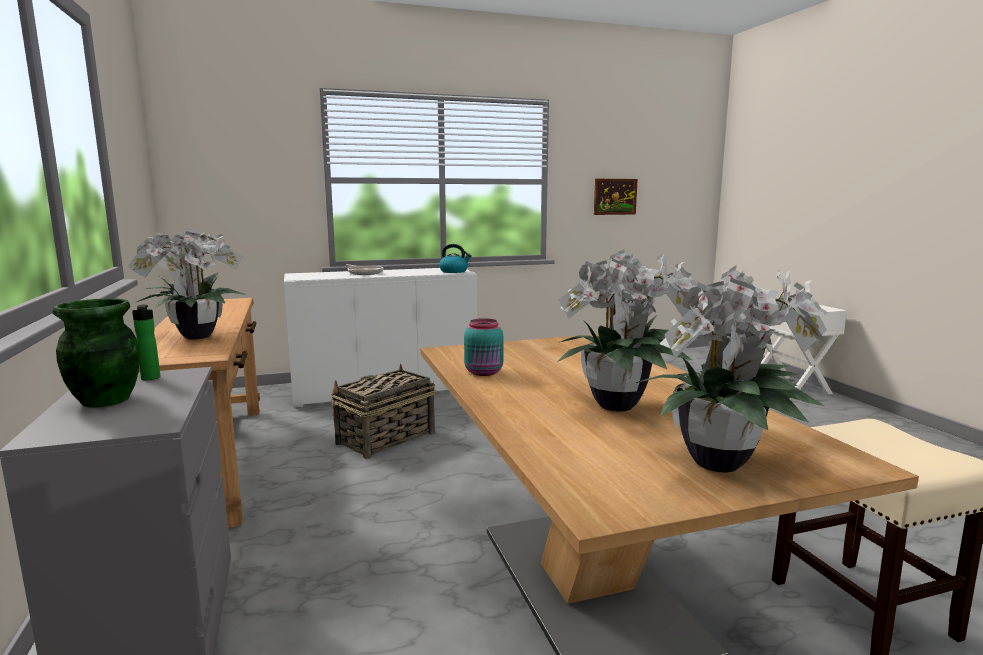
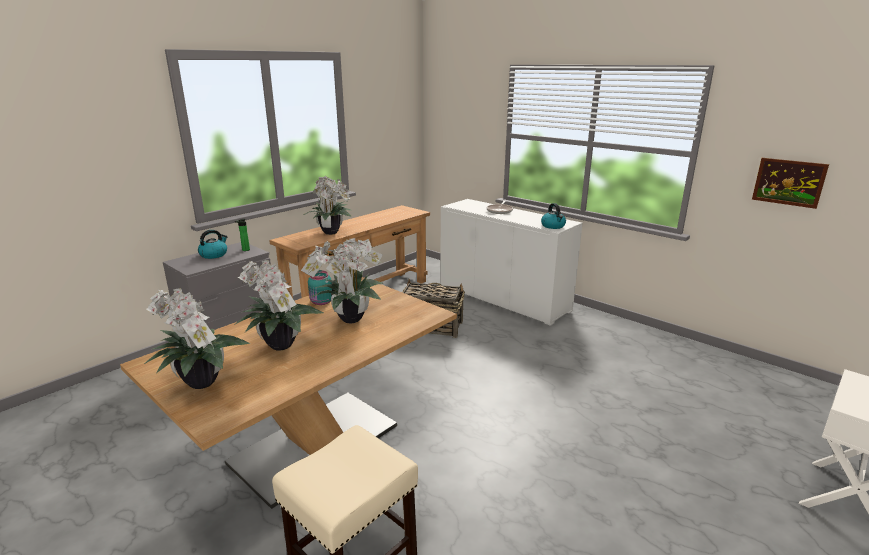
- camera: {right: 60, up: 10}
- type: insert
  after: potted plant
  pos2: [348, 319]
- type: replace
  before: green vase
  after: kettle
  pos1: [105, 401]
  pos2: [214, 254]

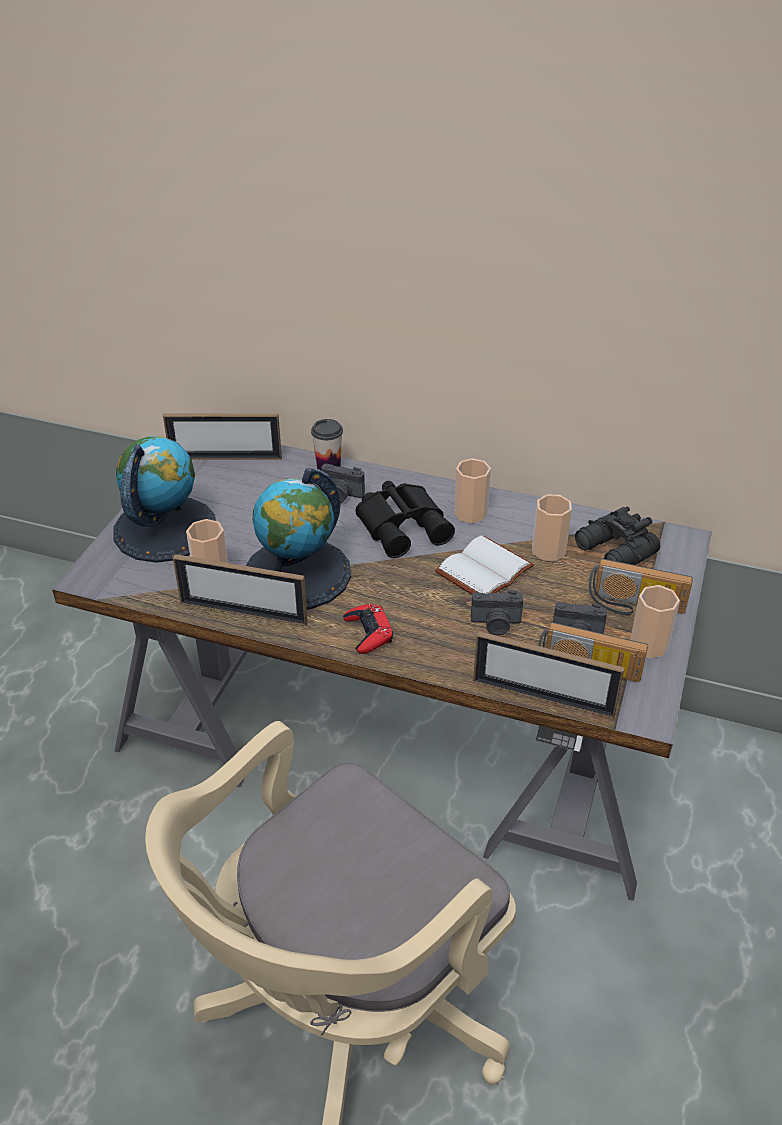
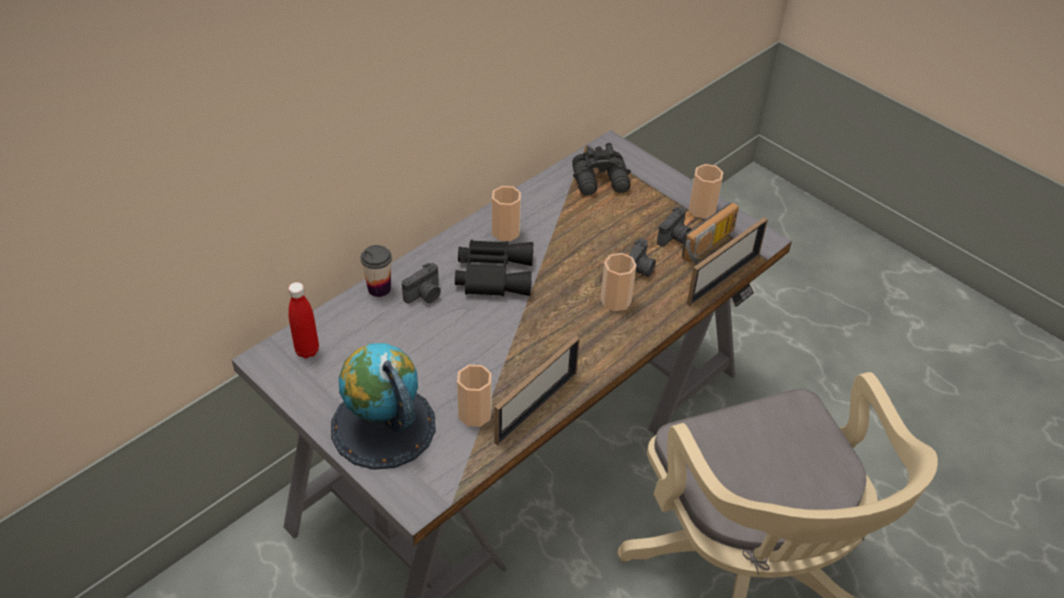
- camera: {right: -65, up: 5}
- type: delete
  before: globe
  pos1: [297, 574]
- type: delete
  before: red game controller
  pos1: [368, 633]
- type: delete
  before: white book
  pos1: [485, 572]
- type: delete
  before: radio
  pos1: [634, 606]
- type: move
  before: cup
  pos1: [548, 550]
  pos2: [615, 300]
- type: replace
  before: picture frame
  after: red bottle
  pos1: [226, 458]
  pos2: [307, 351]

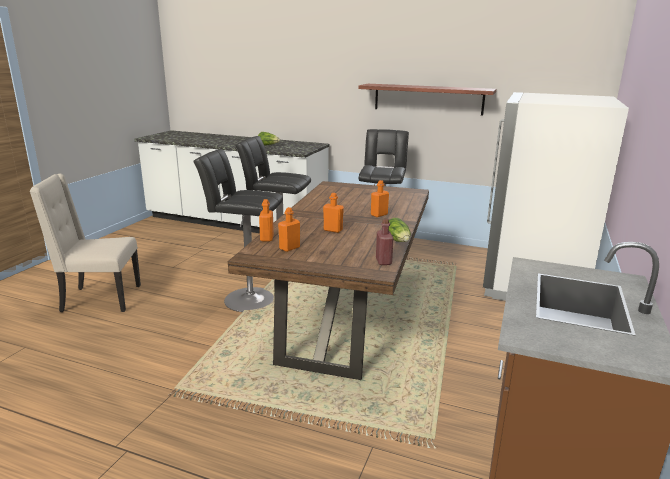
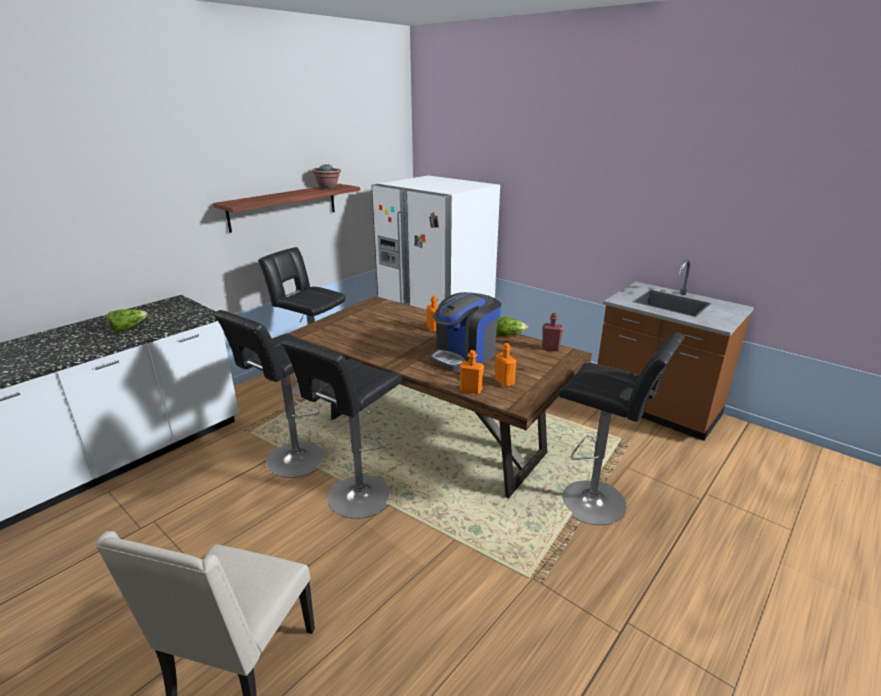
- camera: {right: -70, up: 5}
- type: insert
  after: potted plant
  pos2: [328, 187]
- type: insert
  after: black stool
  pos2: [597, 502]
- type: replace
  before: orange bottle
  after: coffee machine
  pos1: [333, 230]
  pos2: [464, 355]

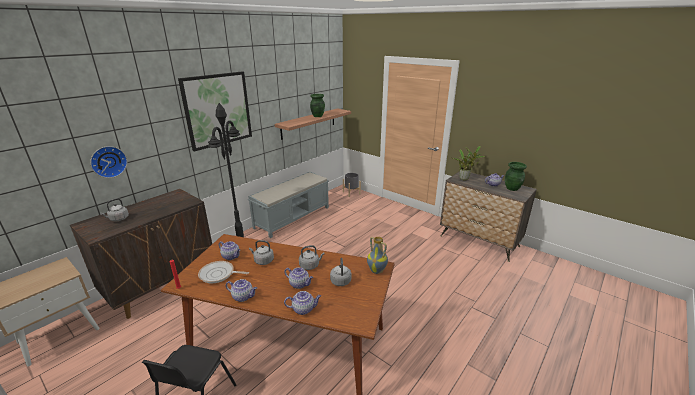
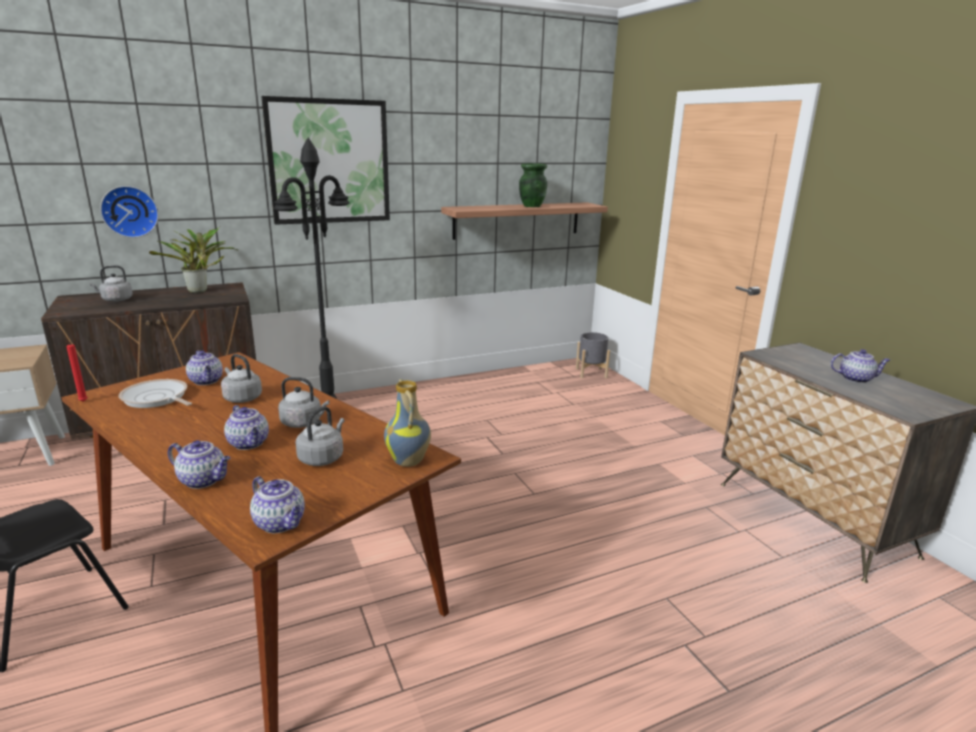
- camera: {right: 25, up: -5}
- type: delete
  before: grey bench
  pos1: [293, 217]
- type: delete
  before: green vase
  pos1: [512, 188]
- type: move
  before: teapot
  pos1: [243, 297]
  pos2: [281, 523]
- type: move
  before: potted plant
  pos1: [465, 178]
  pos2: [200, 291]

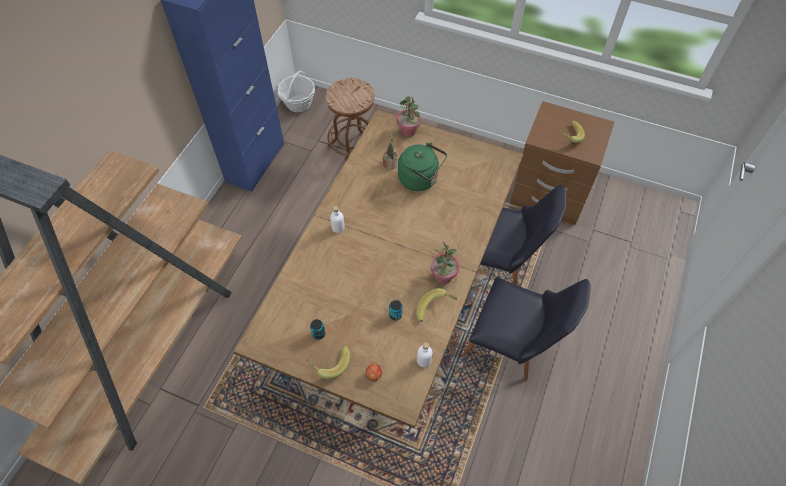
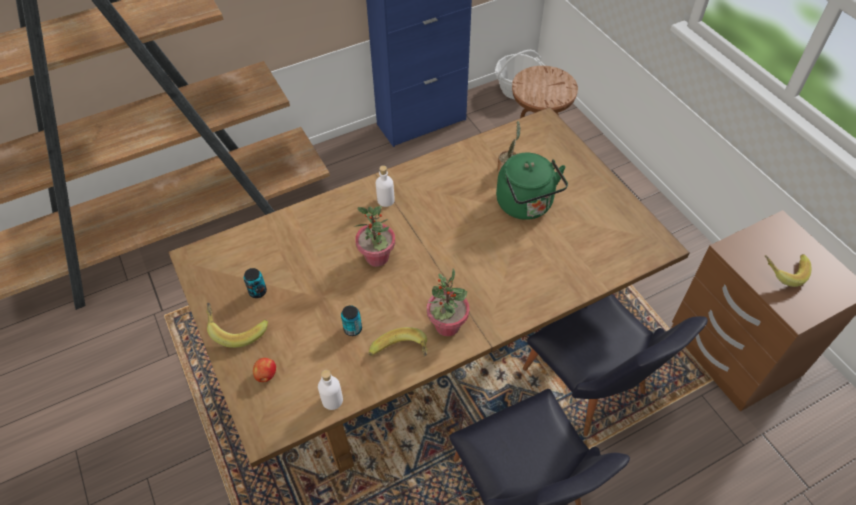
- camera: {right: 40, up: -5}
- type: move
  before: potted plant
  pos1: [408, 131]
  pos2: [377, 257]

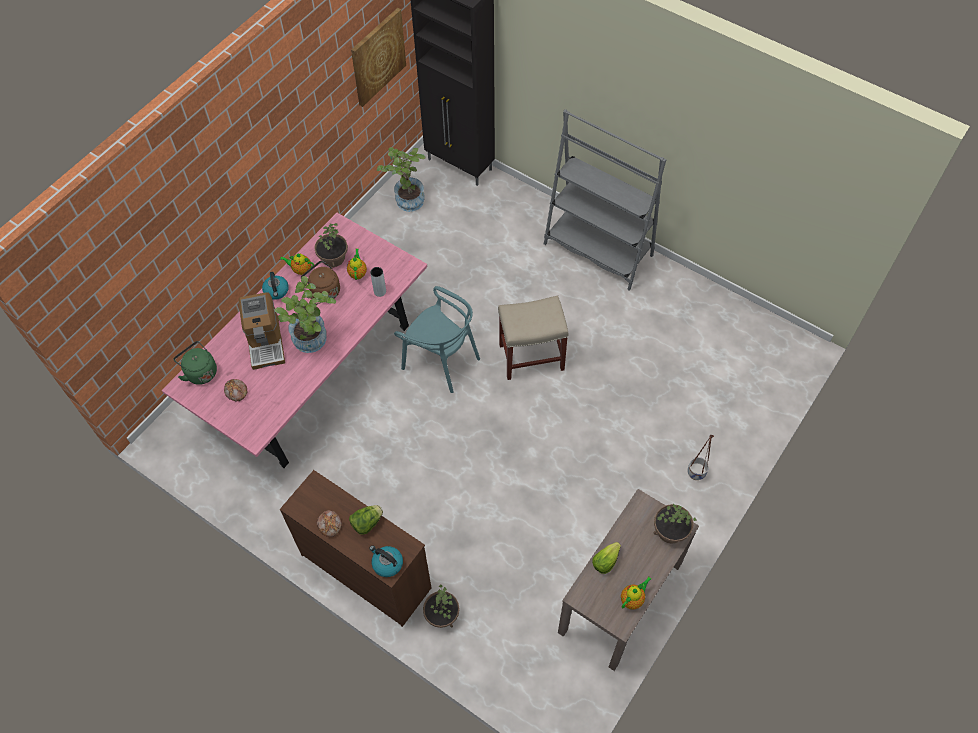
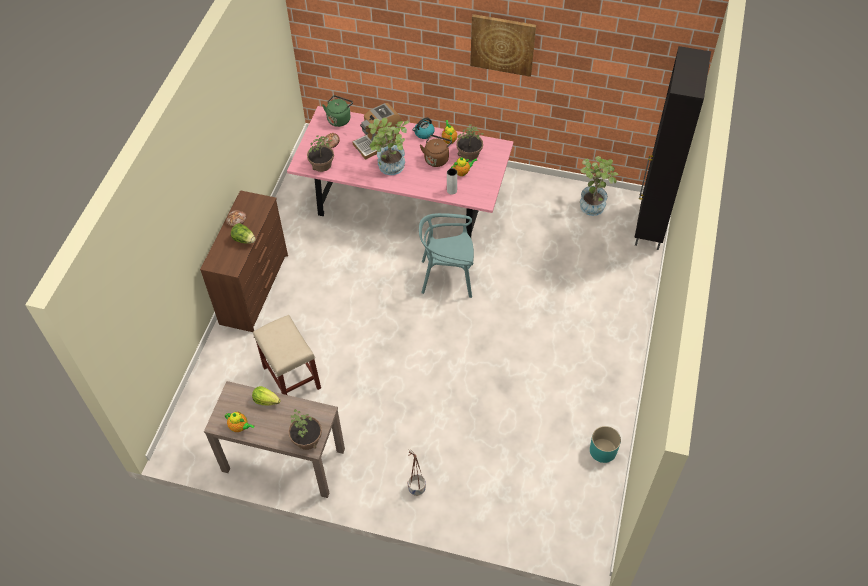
- camera: {right: 70, up: -5}
- type: delete
  before: kettle
  pos1: [387, 563]
- type: delete
  before: grey bookcase
  pos1: [598, 250]
- type: insert
  after: turquoise planter
  pos2: [603, 450]
- type: move
  before: picture
  pos1: [378, 57]
  pos2: [502, 44]
- type: move
  before: potted plant
  pos1: [441, 615]
  pos2: [321, 164]
- type: move
  before: beige stool
  pos1: [530, 357]
  pos2: [291, 377]
- type: rotate
  before: turquoise chair
  pos1: [441, 361]
  pos2: [447, 277]
  turn: 75

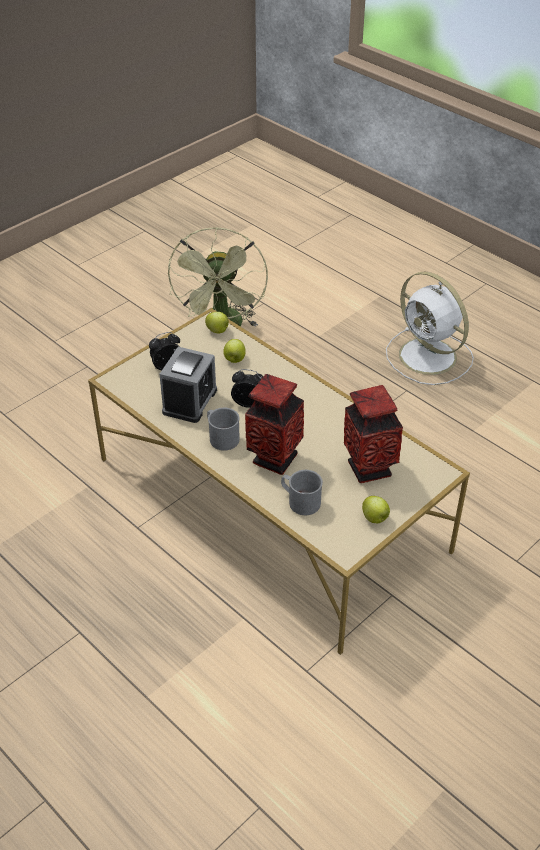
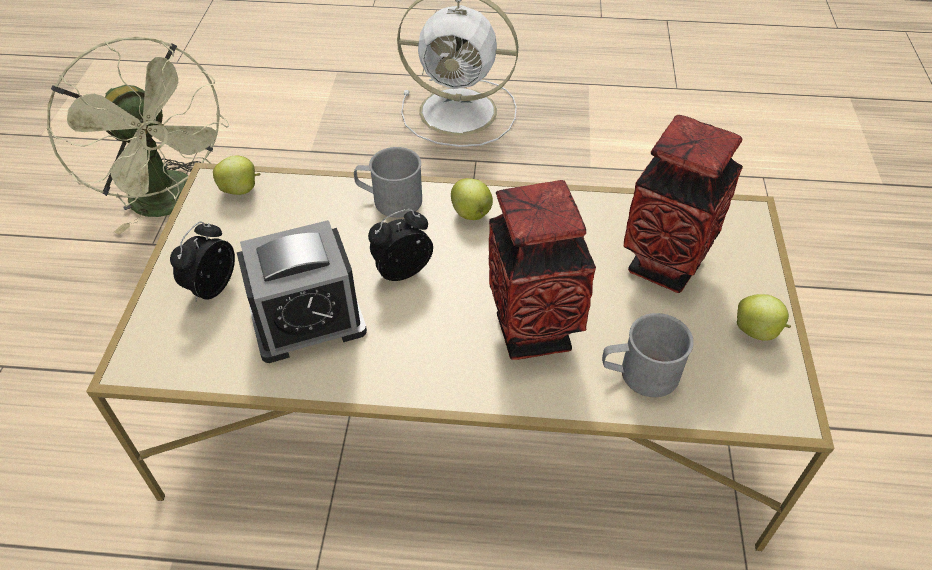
- camera: {right: -40, up: 5}
- type: move
  before: grey mug
  pos1: [221, 437]
  pos2: [390, 200]
- type: move
  before: apple
  pos1: [234, 359]
  pos2: [472, 214]
- type: rotate
  before: alarm clock
  pos1: [190, 401]
  pos2: [308, 321]
  turn: 90

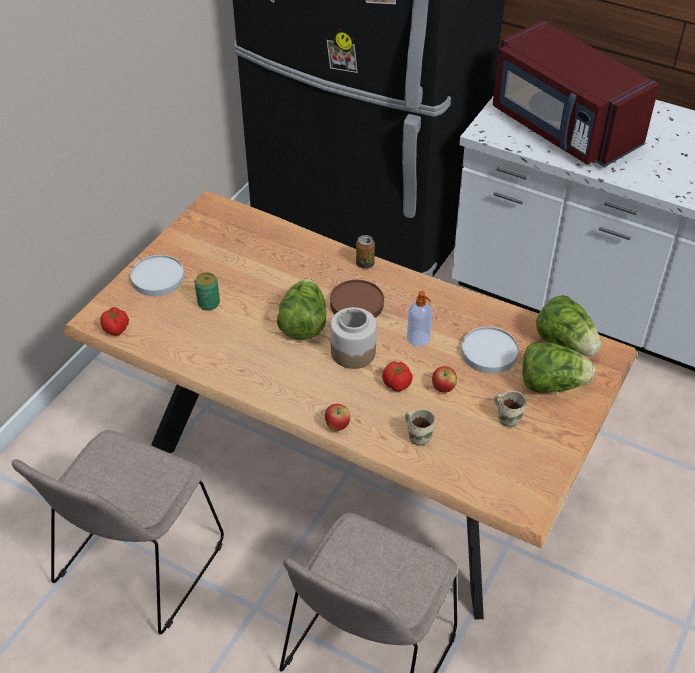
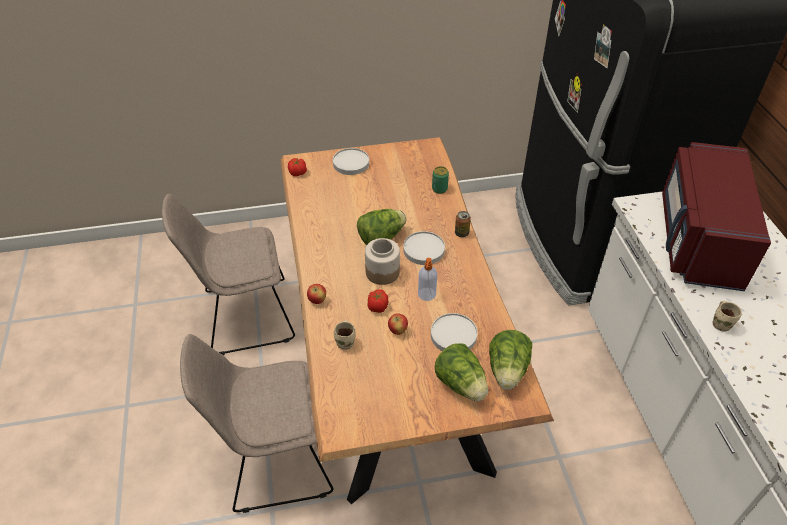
- camera: {right: 50, up: 0}
- type: move
  before: can
  pos1: [209, 303]
  pos2: [439, 189]
- type: move
  before: beige mug
  pos1: [508, 418]
  pos2: [721, 324]
- type: recolor
  before: brown plate
  after: white plate
  pos1: [356, 304]
  pos2: [423, 250]

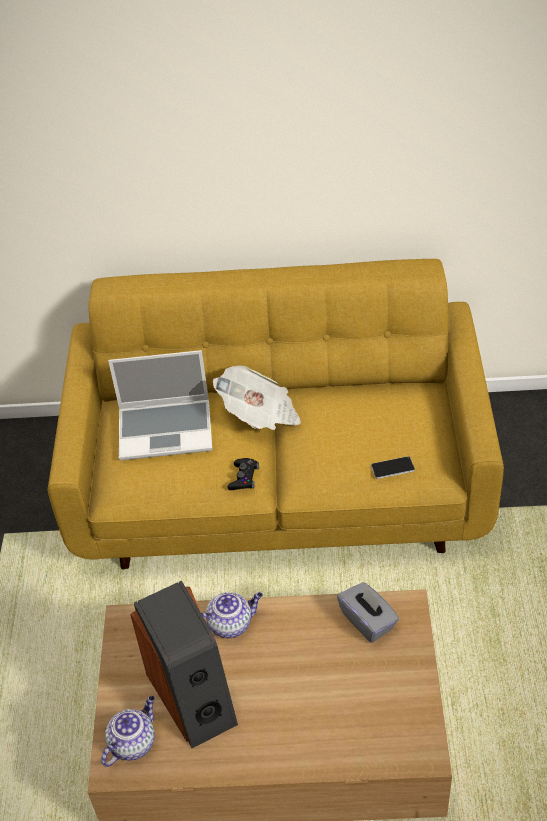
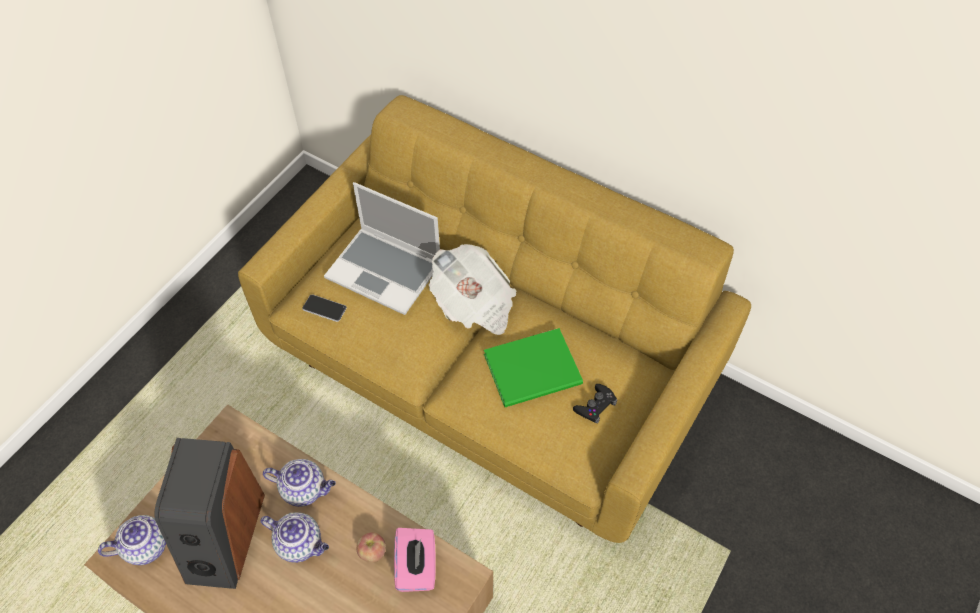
- camera: {right: 30, up: 10}
- type: insert
  after: teapot
  pos2: [301, 543]
- type: insert
  after: apple
  pos2: [372, 552]
- type: insert
  after: green book
  pos2: [535, 370]
- type: move
  before: black game controller
  pos1: [244, 477]
  pos2: [595, 406]
- type: move
  before: phone
  pos1: [392, 468]
  pos2: [324, 308]
- type: recolor
  before: grey tissue box
  after: pink tissue box
  pos1: [368, 621]
  pos2: [416, 567]

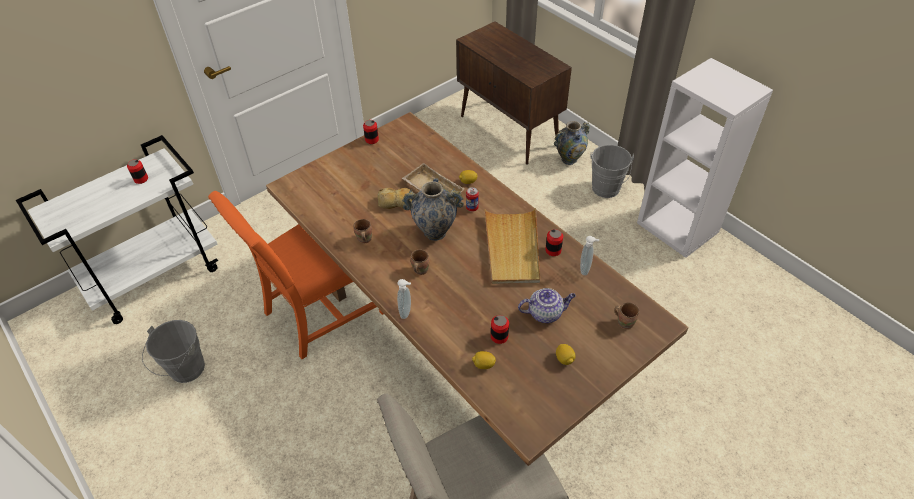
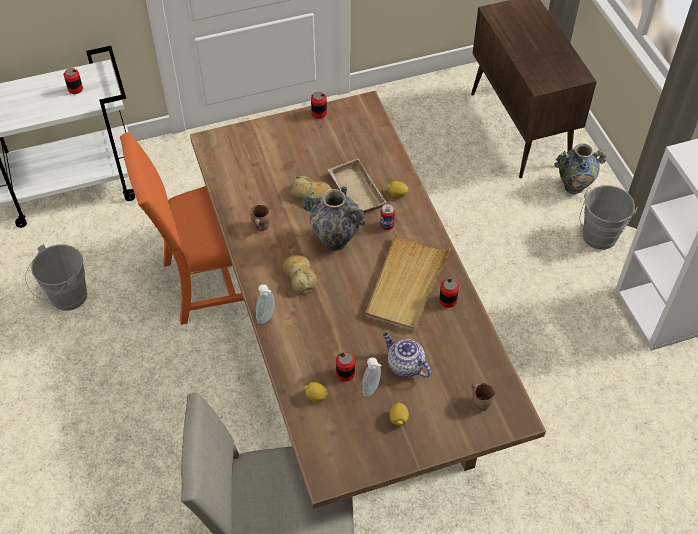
- camera: {right: 20, up: 5}
- type: move
  before: soap dispenser
  pos1: [586, 269]
  pos2: [372, 389]
- type: replace
  before: brown mug
  after: bread
  pos1: [419, 270]
  pos2: [300, 277]
- type: rotate
  before: teapot
  pos1: [545, 313]
  pos2: [404, 365]
  turn: -150

